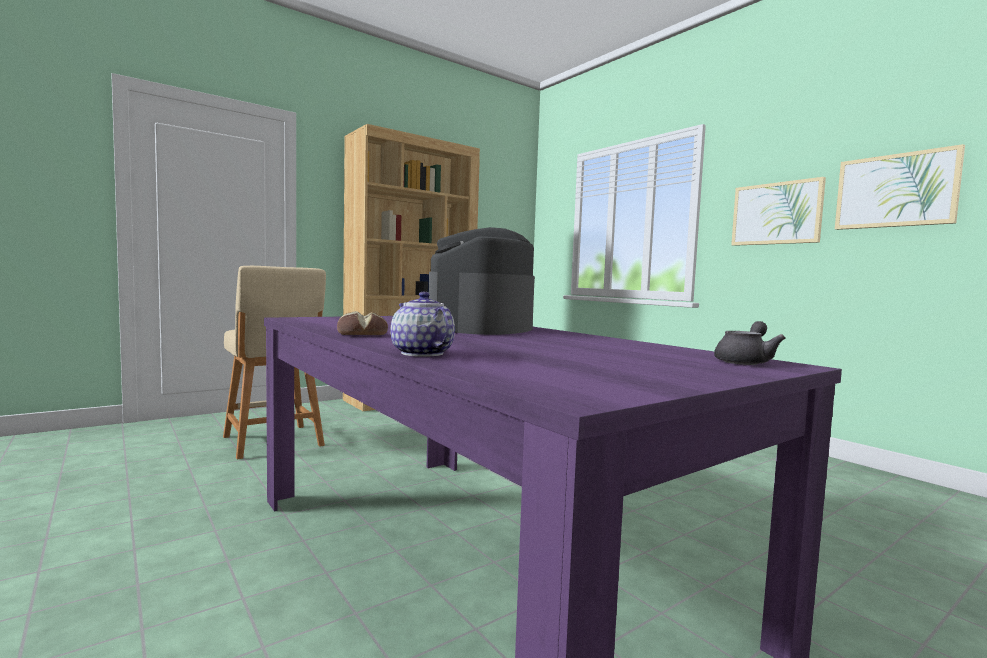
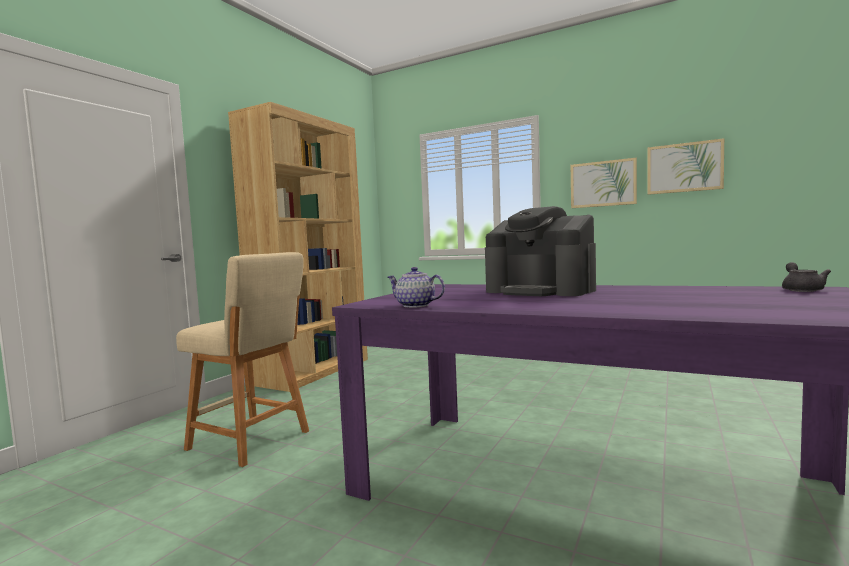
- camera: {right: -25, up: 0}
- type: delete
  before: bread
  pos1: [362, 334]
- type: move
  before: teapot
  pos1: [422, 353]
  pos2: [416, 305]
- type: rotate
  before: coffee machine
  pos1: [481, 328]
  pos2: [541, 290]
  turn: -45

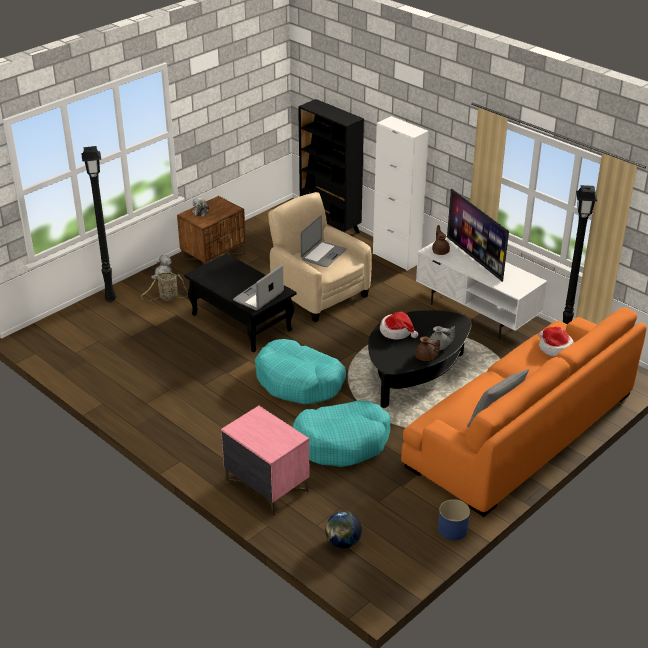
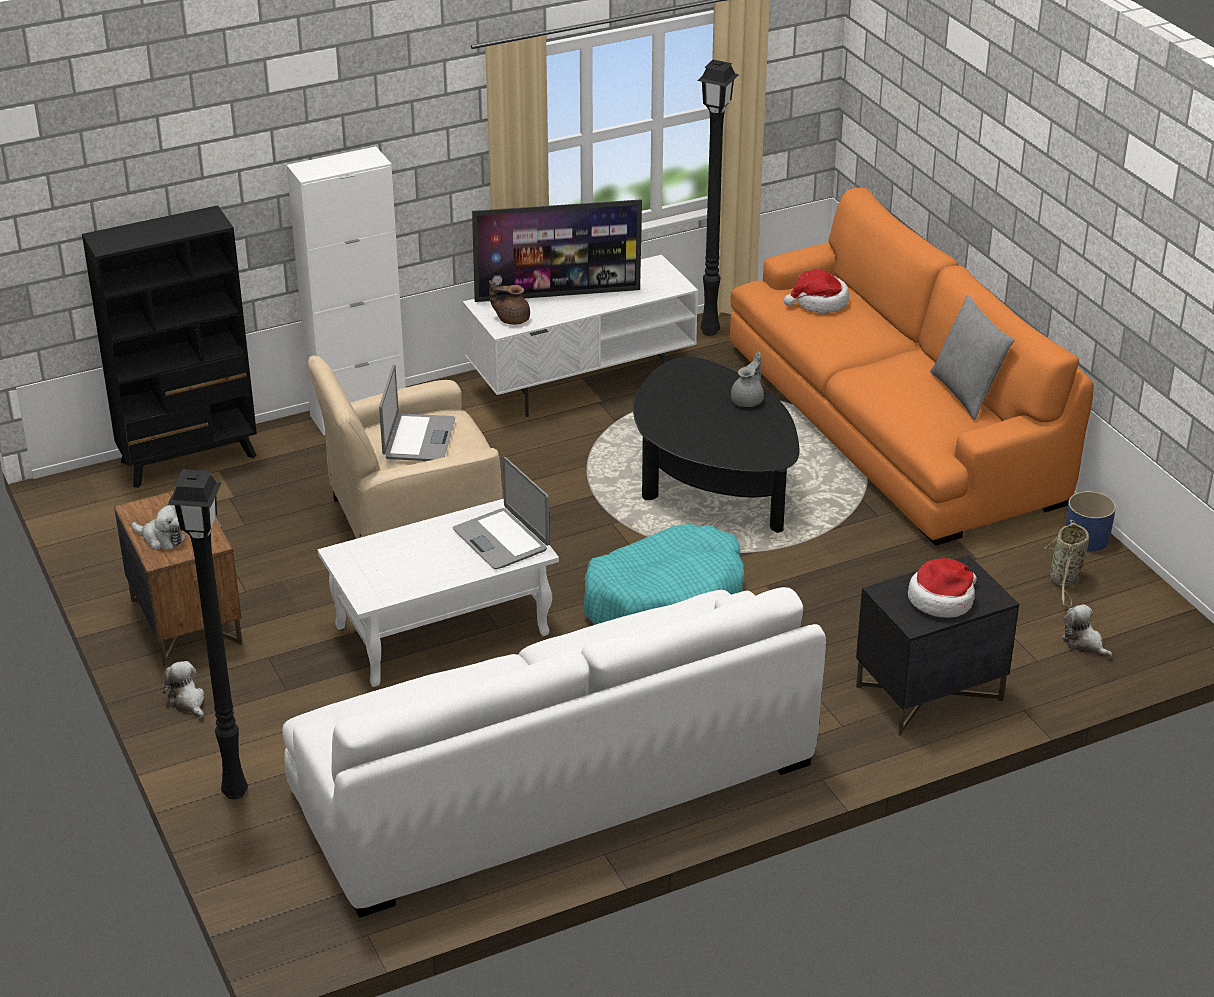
- camera: {right: -70, up: 0}
- type: delete
  before: turquoise dog bed
  pos1: [342, 442]
- type: delete
  before: brown teapot
  pos1: [426, 358]
- type: insert
  after: white sofa
  pos2: [553, 779]
- type: move
  before: basket
  pos1: [167, 298]
  pos2: [1064, 580]
- type: move
  before: hat
  pos1: [397, 331]
  pos2: [942, 599]
- type: replace
  before: globe
  after: plush toy
  pos1: [343, 542]
  pos2: [1084, 643]
- type: recolor
  before: black coffee table
  after: white coffee table
  pos1: [240, 322]
  pos2: [440, 631]
- type: recolor
  before: pink nightstand
  after: black nightstand
  pos1: [266, 486]
  pos2: [928, 693]
- type: rotate
  before: laptop
  pos1: [323, 254]
  pos2: [418, 439]
  turn: 45

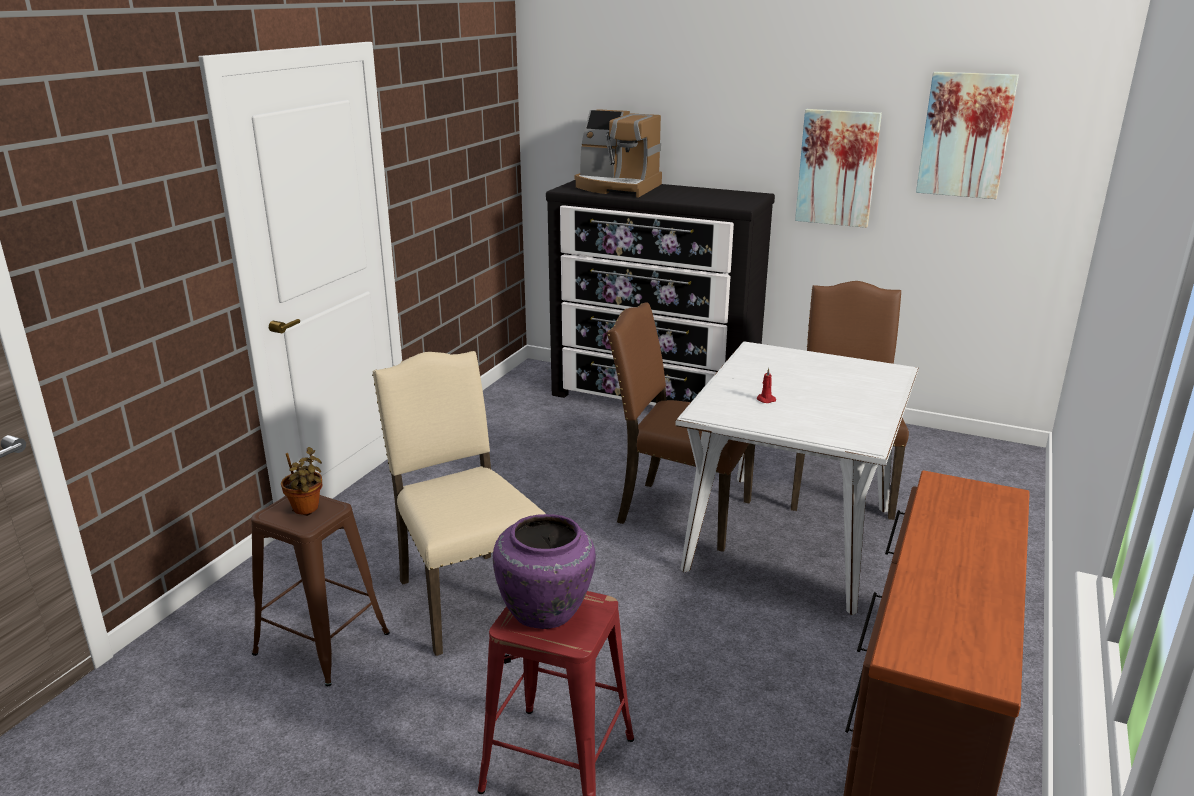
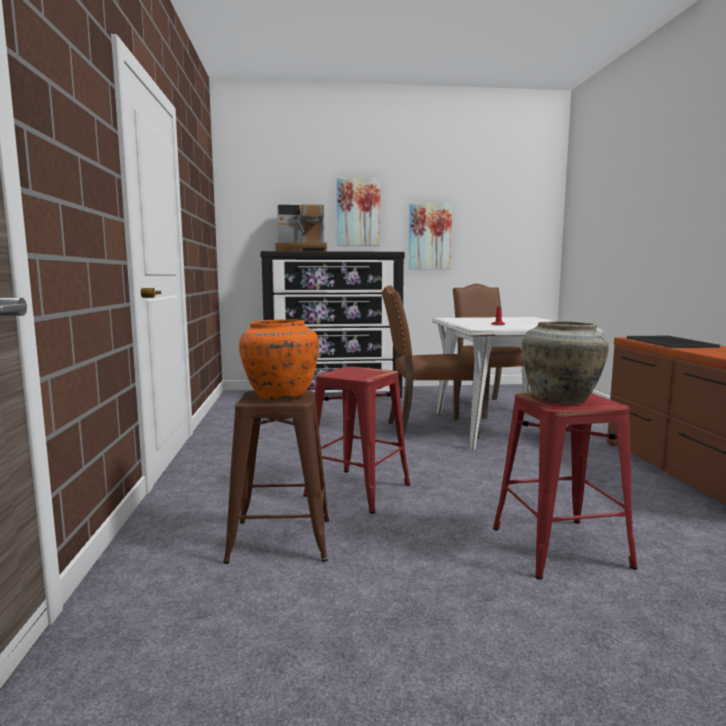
- camera: {right: -30, up: -15}
- type: insert
  after: tray
  pos2: [671, 342]
- type: move
  before: picture
  pos1: [965, 135]
  pos2: [358, 212]
- type: replace
  before: potted plant
  after: orange vase
  pos1: [306, 509]
  pos2: [280, 395]
- type: replace
  before: beige chair
  after: red stool
  pos1: [466, 597]
  pos2: [357, 489]
- type: recolor
  before: purple vase
  after: beige vase
  pos1: [546, 613]
  pos2: [561, 400]

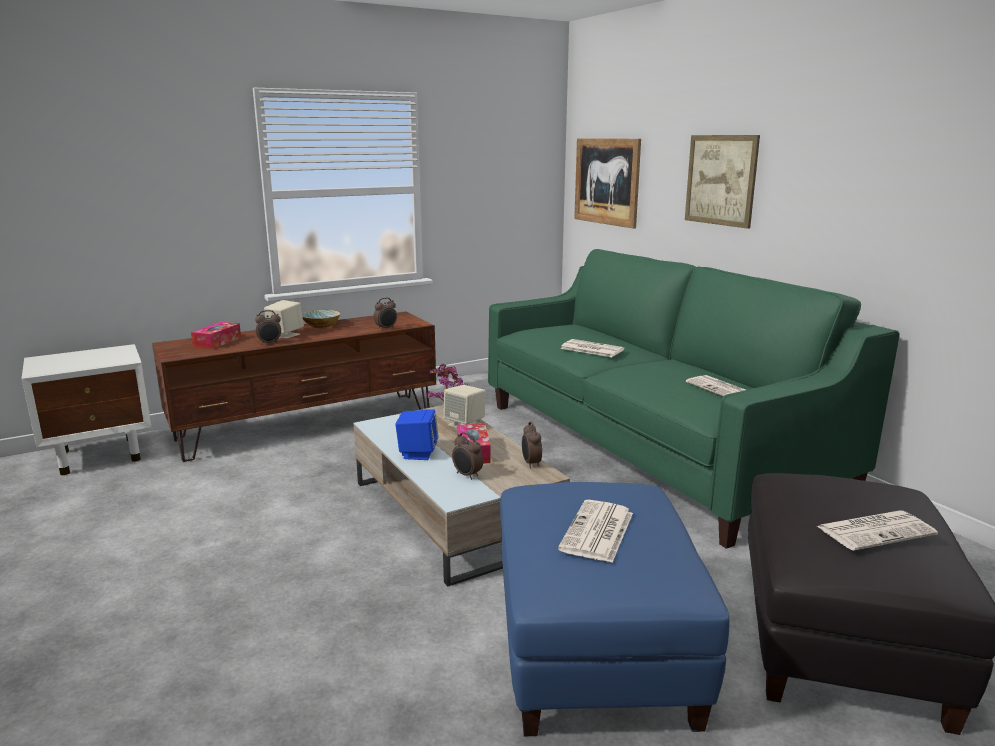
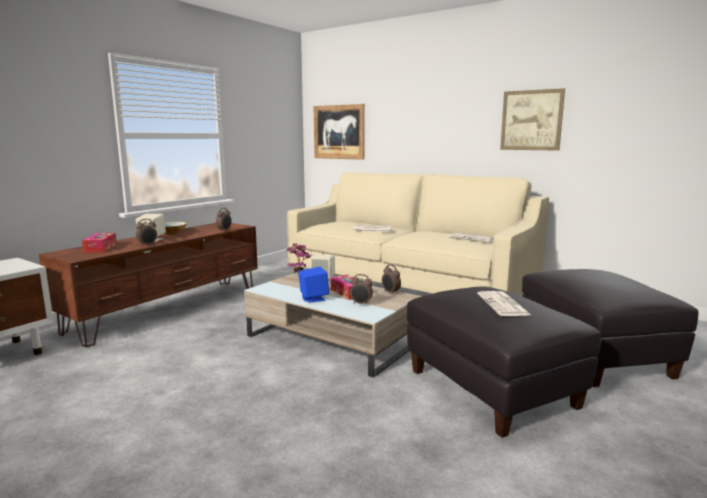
- camera: {right: -25, up: -5}
- type: delete
  before: newspaper
  pos1: [876, 530]
- type: move
  before: picture
  pos1: [721, 180]
  pos2: [531, 120]
- type: recolor
  before: green sofa
  after: beige sofa
  pos1: [650, 446]
  pos2: [408, 287]
- type: recolor
  before: blue ottoman
  after: black ottoman
  pos1: [594, 652]
  pos2: [491, 388]

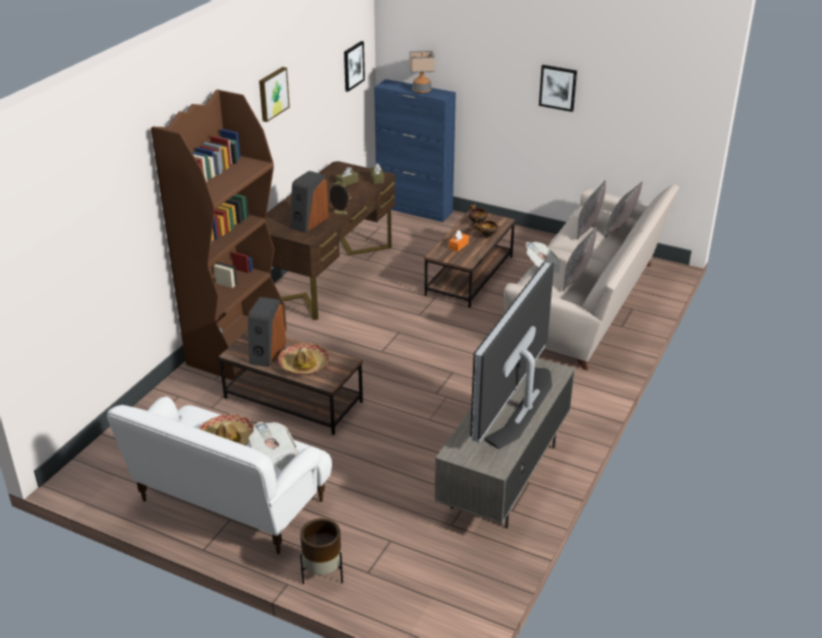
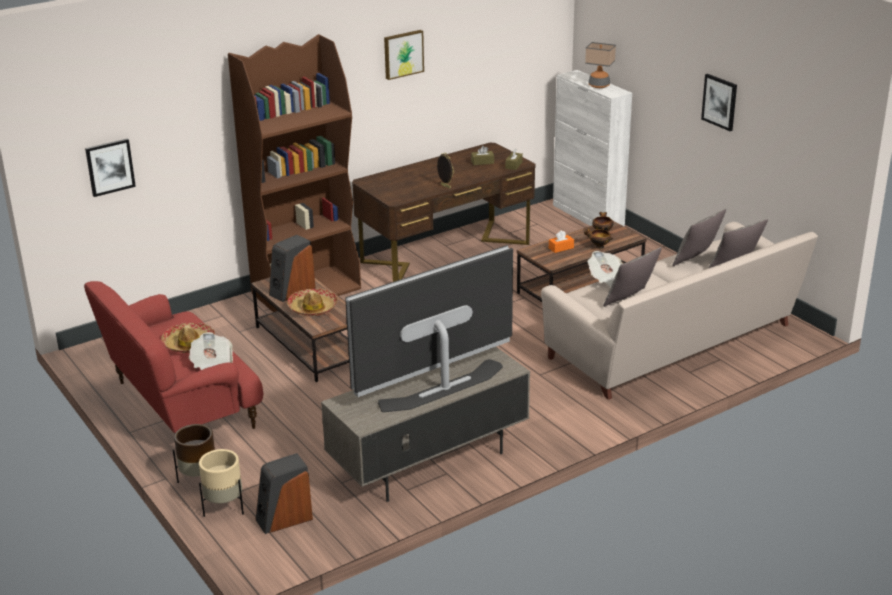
- camera: {right: 30, up: -5}
- type: insert
  after: beige planter
  pos2: [224, 508]
- type: move
  before: speaker
  pos1: [309, 222]
  pos2: [284, 518]
- type: move
  before: picture
  pos1: [353, 66]
  pos2: [110, 167]
- type: recolor
  before: white sofa
  after: red sofa
  pos1: [230, 504]
  pos2: [182, 406]
- type: recolor
  before: blue cabinet
  after: white cabinet
  pos1: [414, 209]
  pos2: [588, 216]

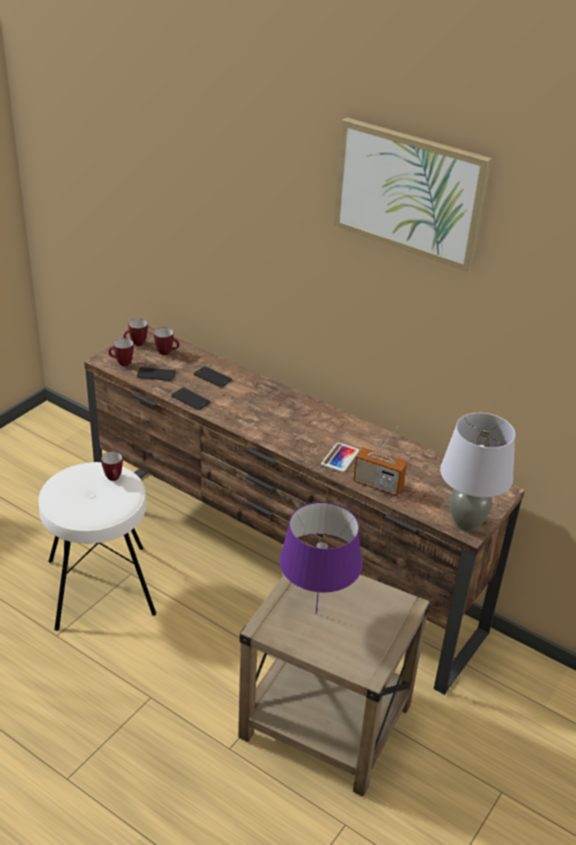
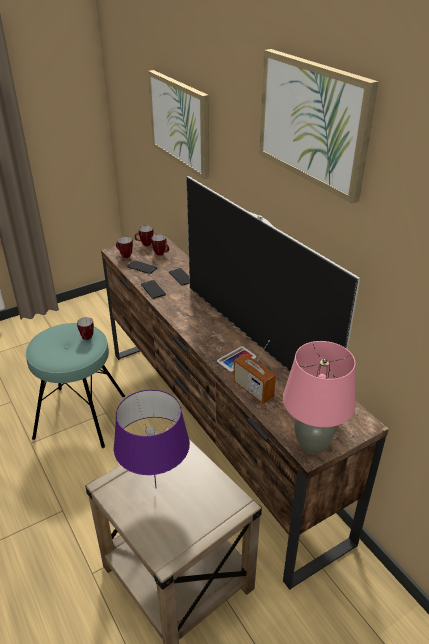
- camera: {right: 25, up: 0}
- type: insert
  after: picture
  pos2: [180, 122]
- type: insert
  after: television
  pos2: [254, 340]
- type: recolor
  before: white stool
  after: turquoise stool
  pos1: [101, 587]
  pos2: [80, 416]
- type: recolor
  before: grey table lamp
  after: pink table lamp
  pos1: [466, 522]
  pos2: [312, 445]

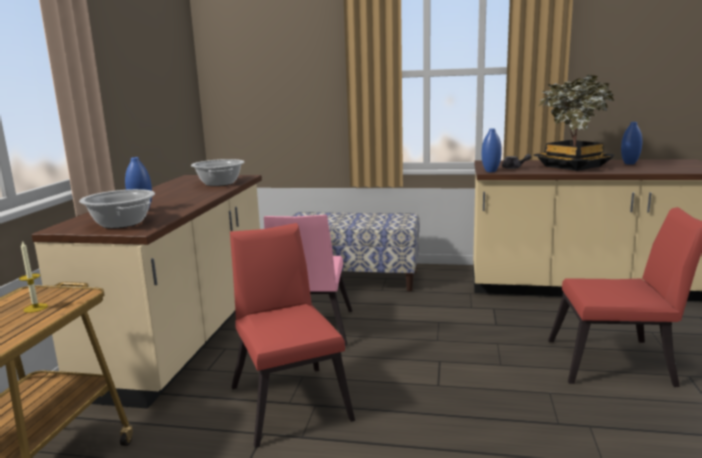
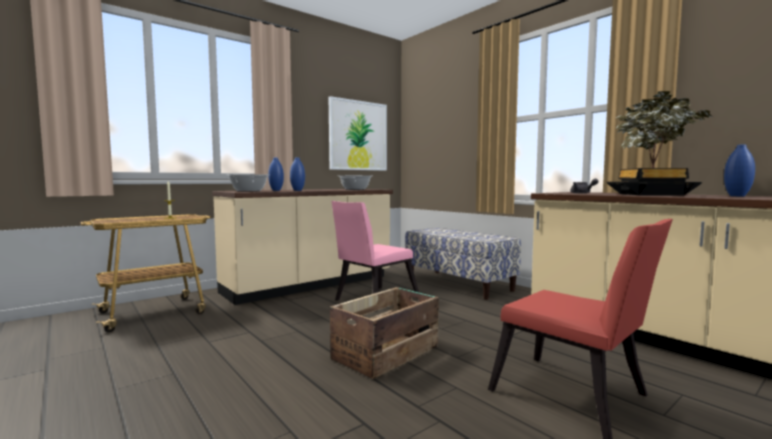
- camera: {right: 40, up: -10}
- type: delete
  before: red chair
  pos1: [289, 398]
- type: insert
  after: picture
  pos2: [358, 135]
- type: insert
  after: crate
  pos2: [388, 352]
- type: move
  before: blue vase
  pos1: [490, 171]
  pos2: [297, 190]

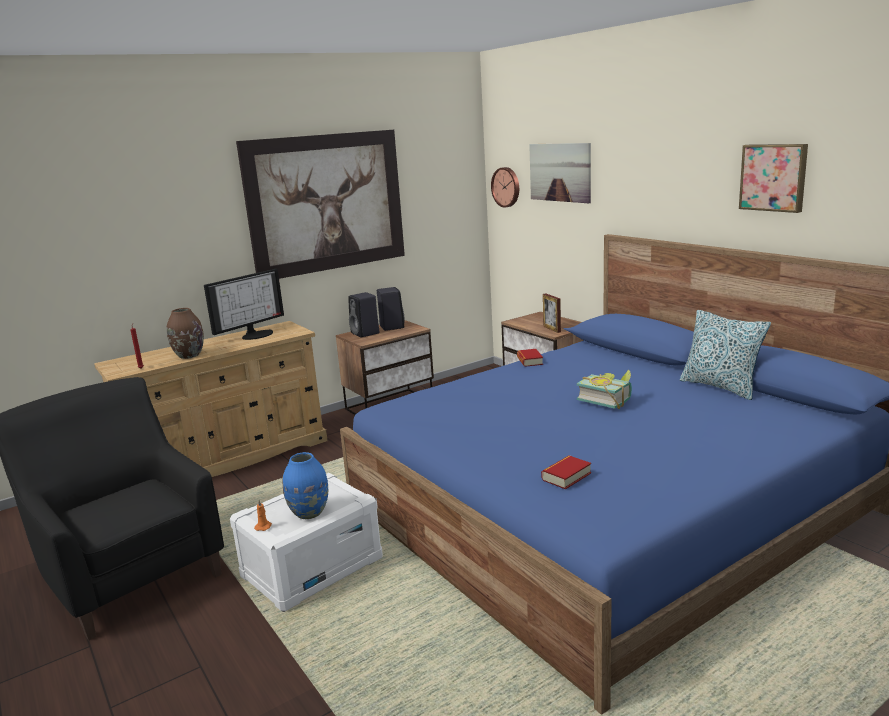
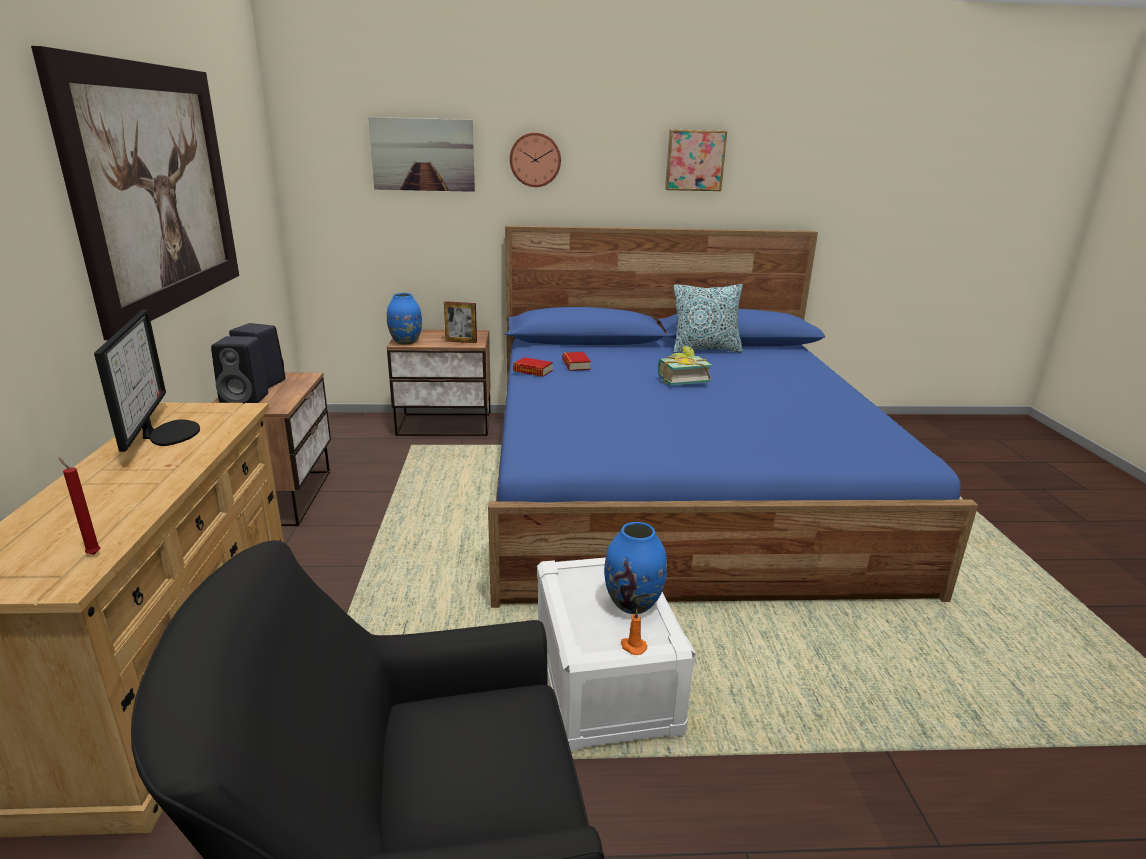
- camera: {right: -60, up: 5}
- type: delete
  before: brown vase
  pos1: [189, 355]
- type: insert
  after: blue vase
  pos2: [406, 342]
- type: move
  before: wall clock
  pos1: [506, 187]
  pos2: [535, 159]
- type: move
  before: book
  pos1: [566, 476]
  pos2: [576, 365]

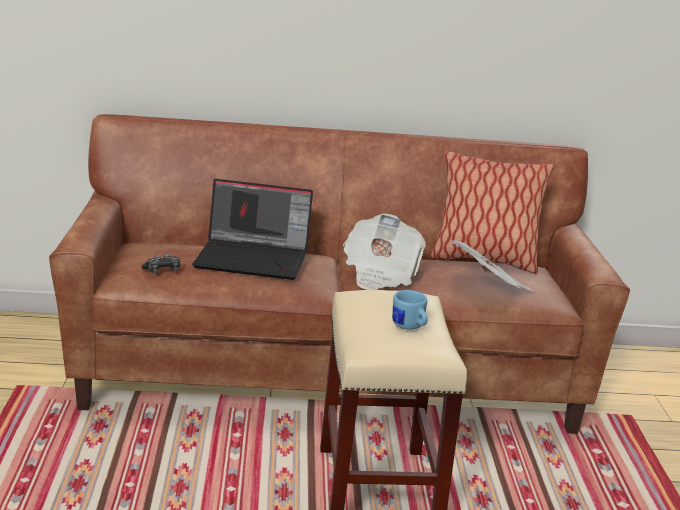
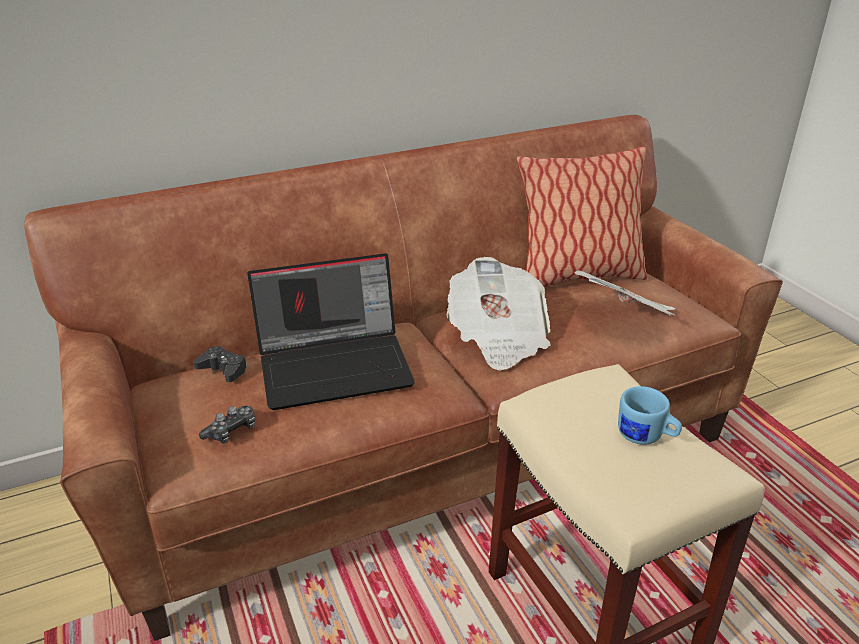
- camera: {right: -20, up: 10}
- type: insert
  after: black game controller
  pos2: [223, 369]

